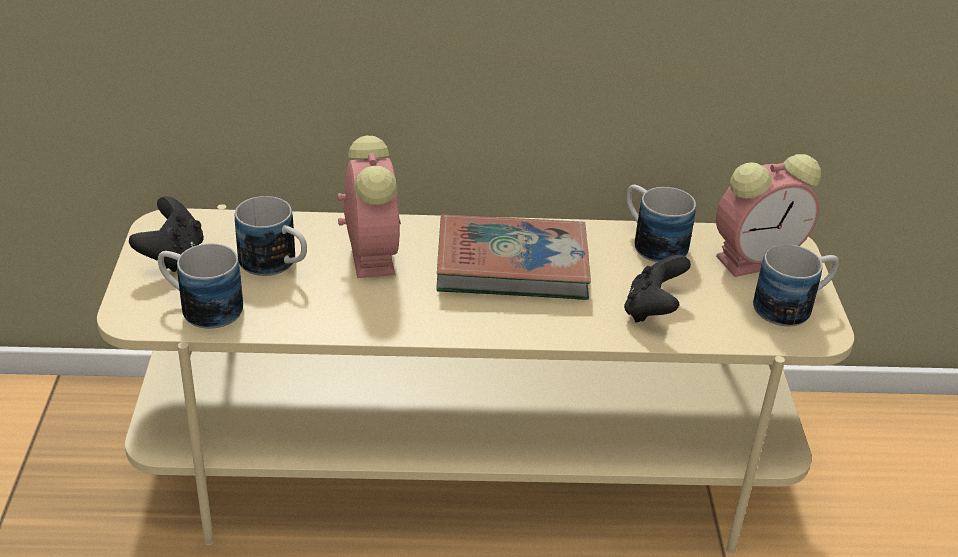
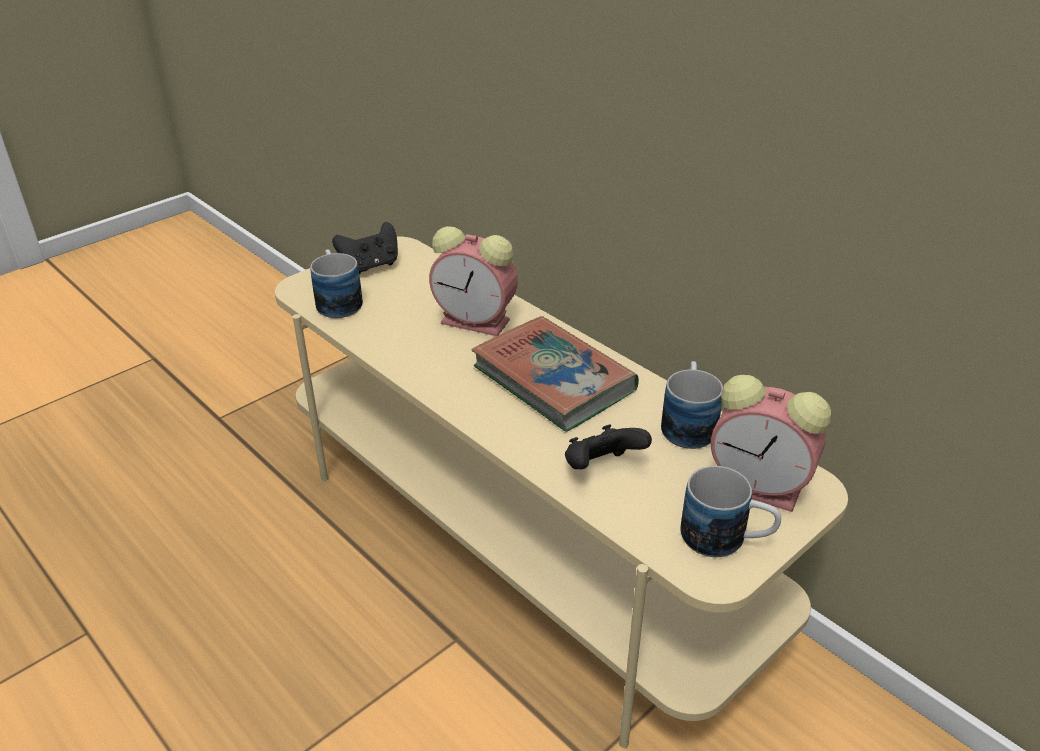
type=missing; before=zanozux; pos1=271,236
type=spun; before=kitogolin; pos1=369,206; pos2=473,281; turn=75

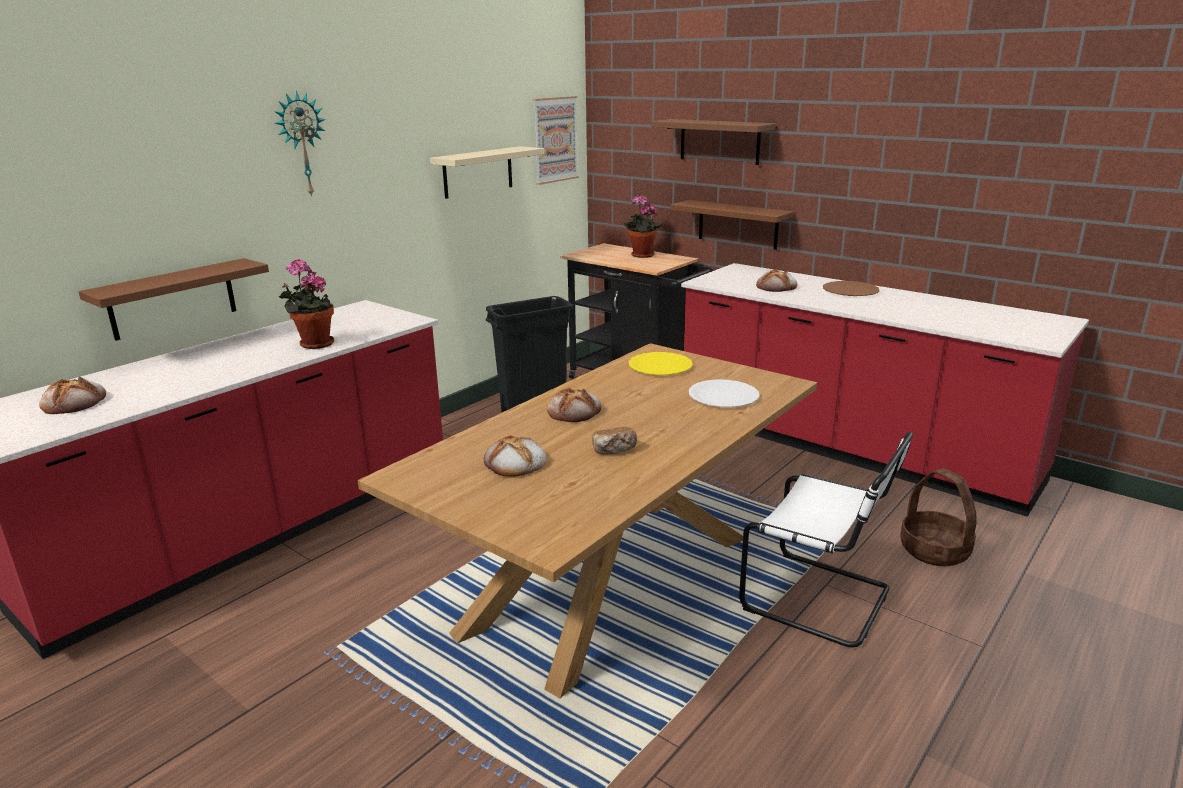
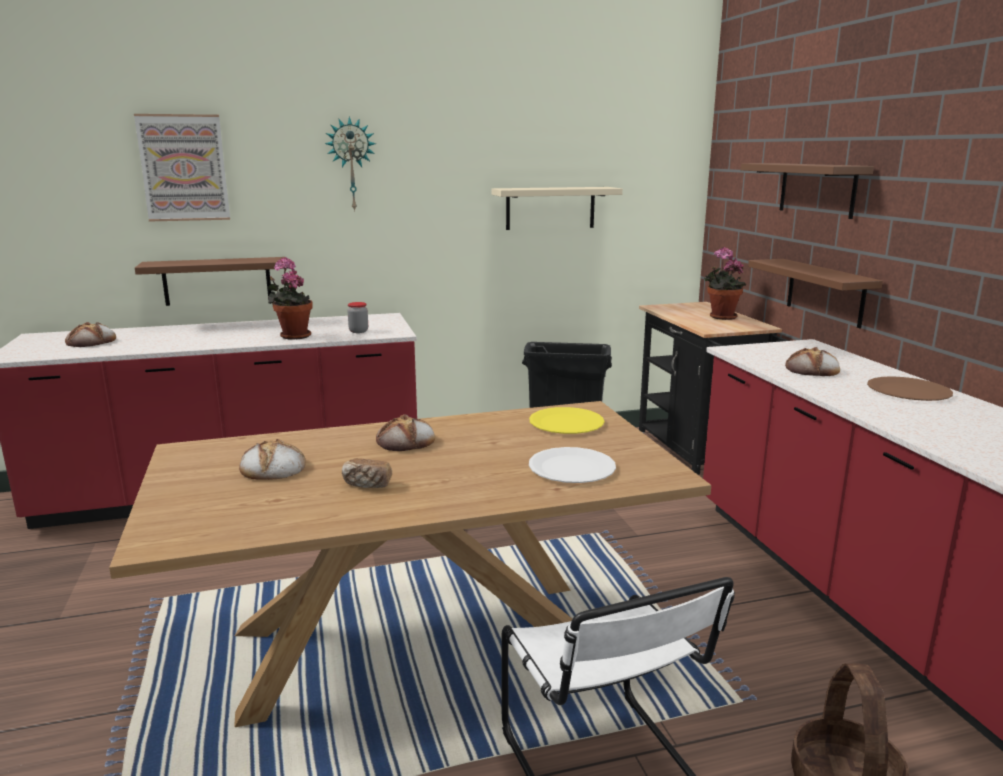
type=relocated; before=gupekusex; pos1=556,140; pos2=182,168
type=appeared; after=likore; pos2=357,317

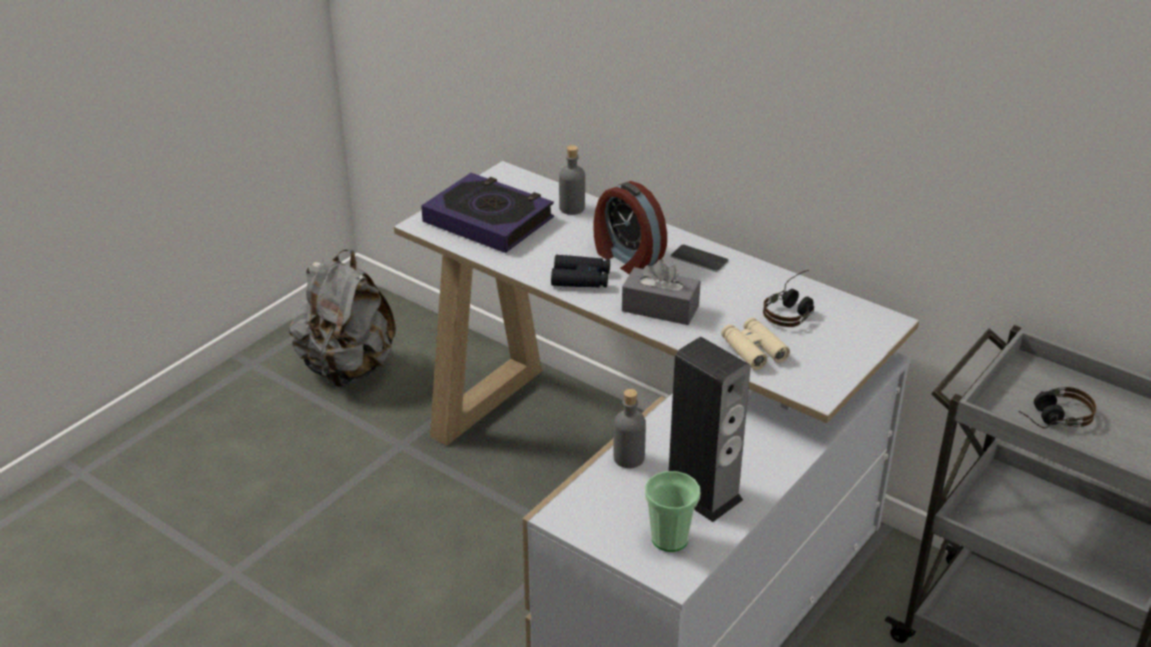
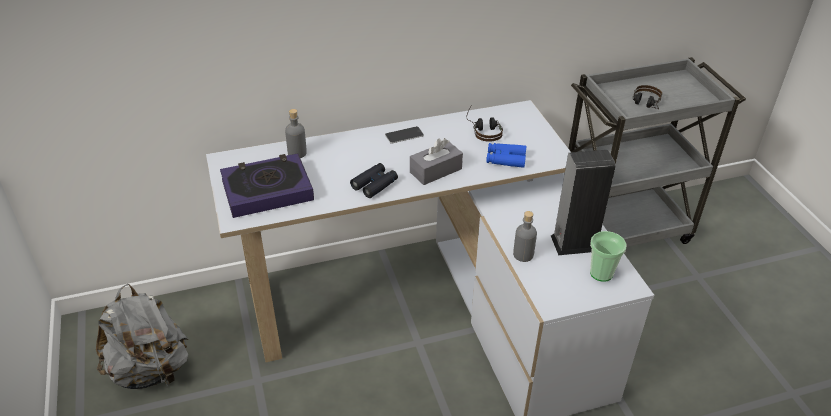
type=missing; before=kitogolin; pos1=630,227
type=colour; before=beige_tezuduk; after=blue_tezuduk; pos1=755,343; pos2=506,155

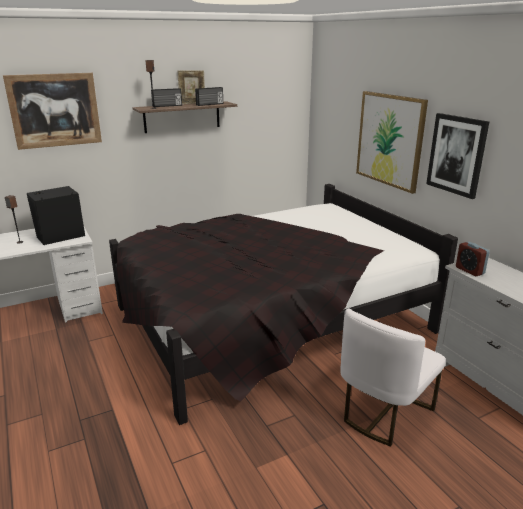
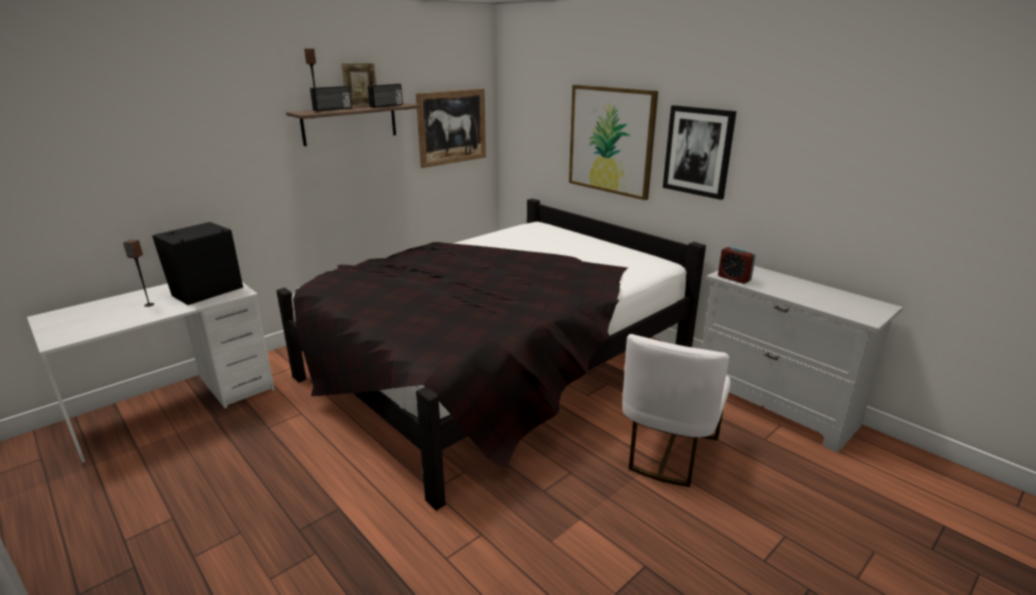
type=relocated; before=gupekusex; pos1=52,111; pos2=451,128

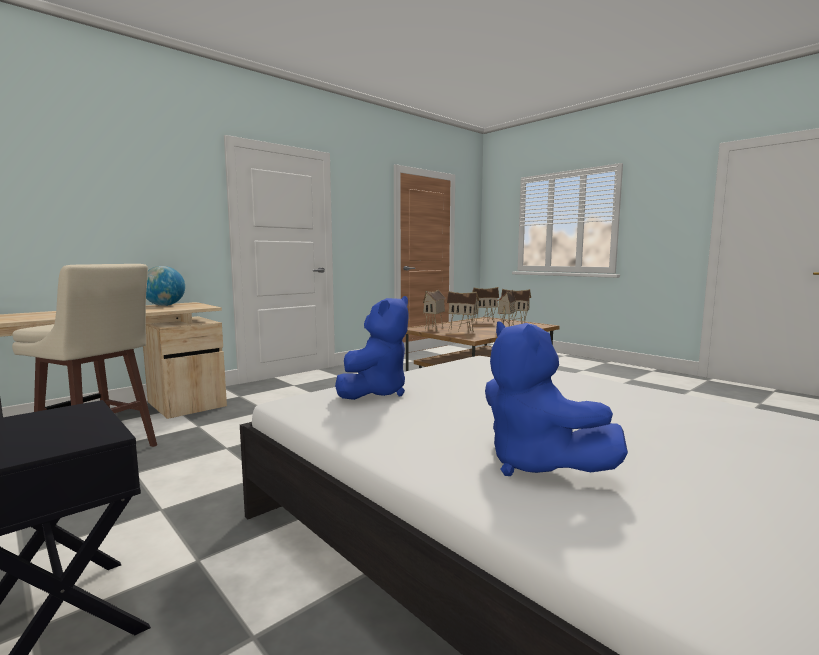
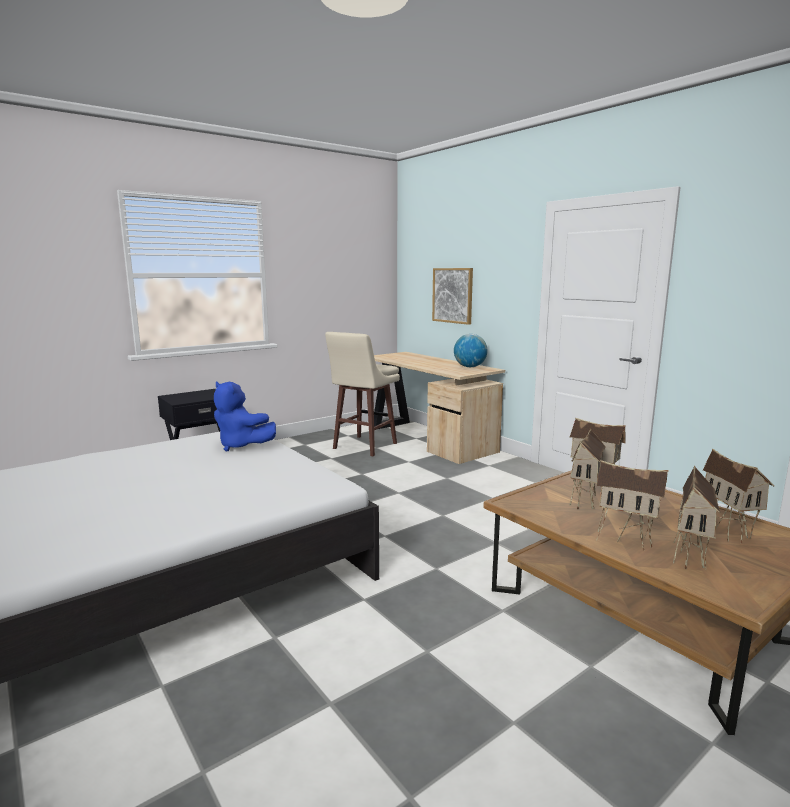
type=missing; before=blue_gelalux; pos1=556,398
type=appeared; after=gupekusex; pos2=452,296

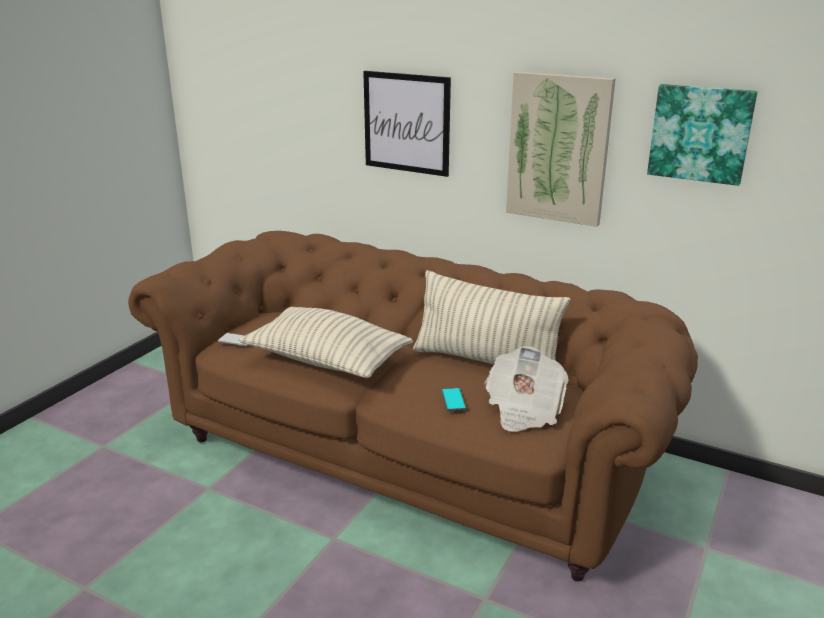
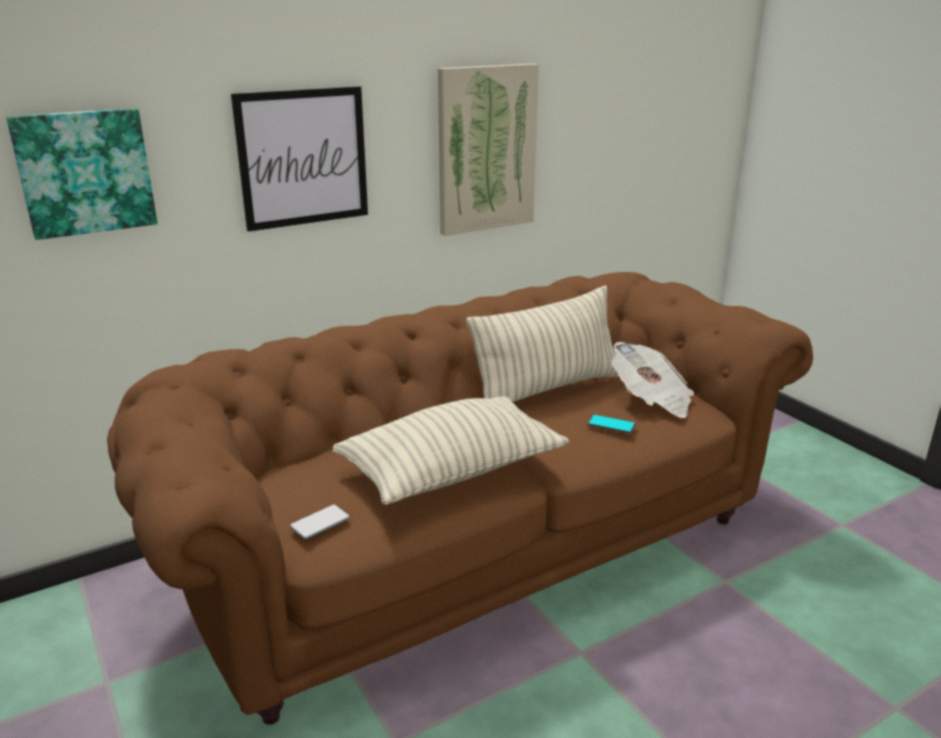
type=relocated; before=gupekusex; pos1=702,135; pos2=81,174

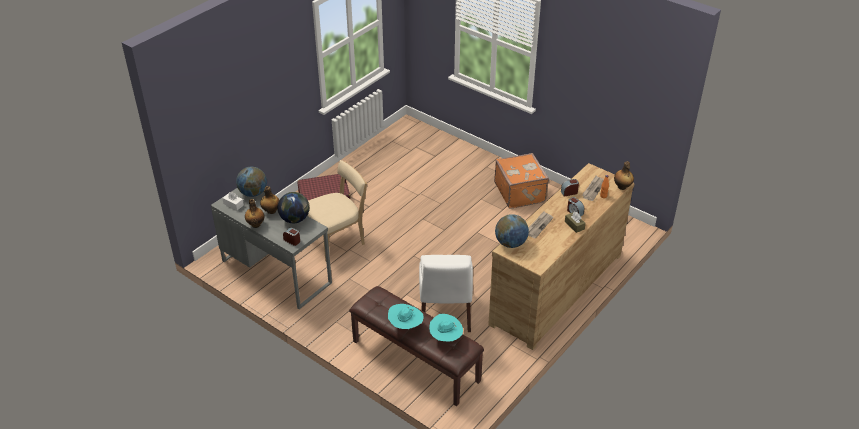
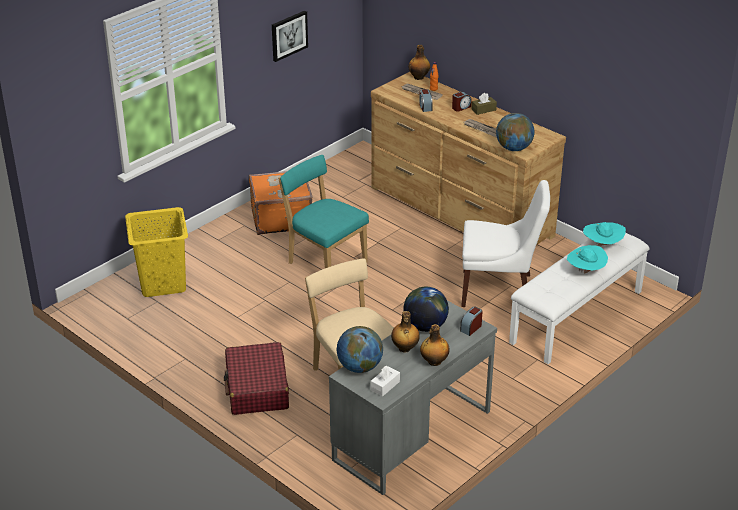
type=colour; before=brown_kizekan; after=white_kizekan; pos1=416,346; pos2=579,298
type=appeared; after=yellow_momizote; pos2=156,252
type=appeared; after=gupekusex; pos2=290,36
type=appeared; after=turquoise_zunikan; pos2=323,211

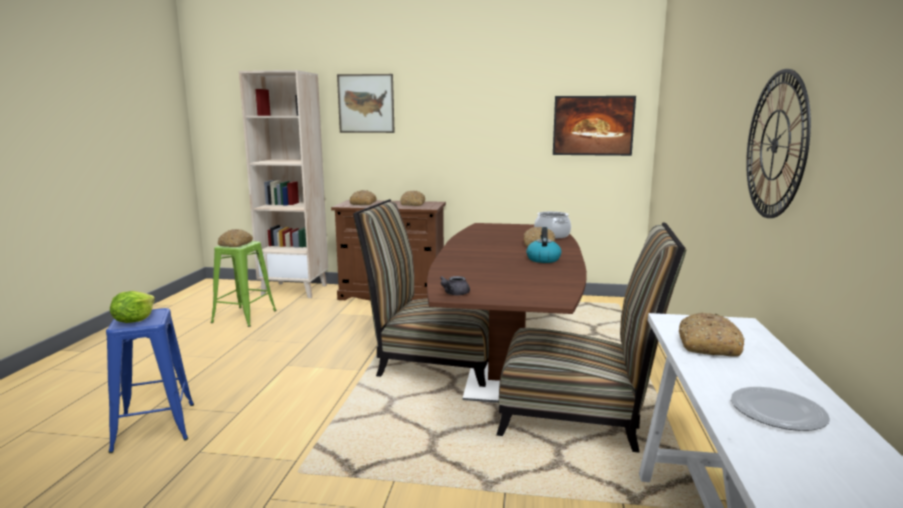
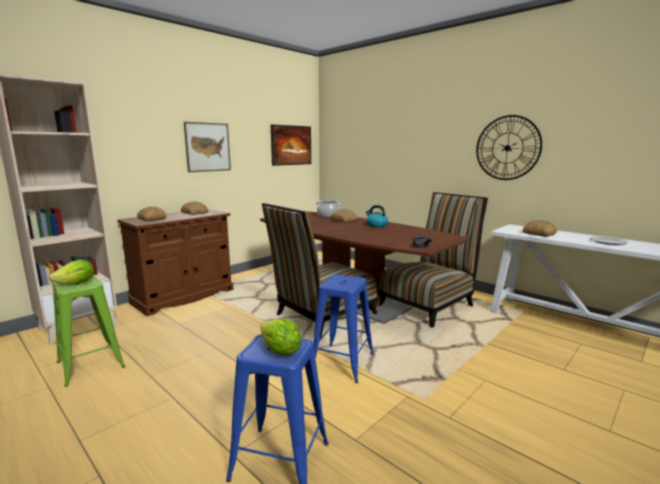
type=exchanged; before=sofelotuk; after=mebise; pos1=235,238; pos2=71,272
type=relocated; before=gupekusex; pos1=366,103; pos2=207,147
type=appeared; after=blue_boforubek; pos2=343,328

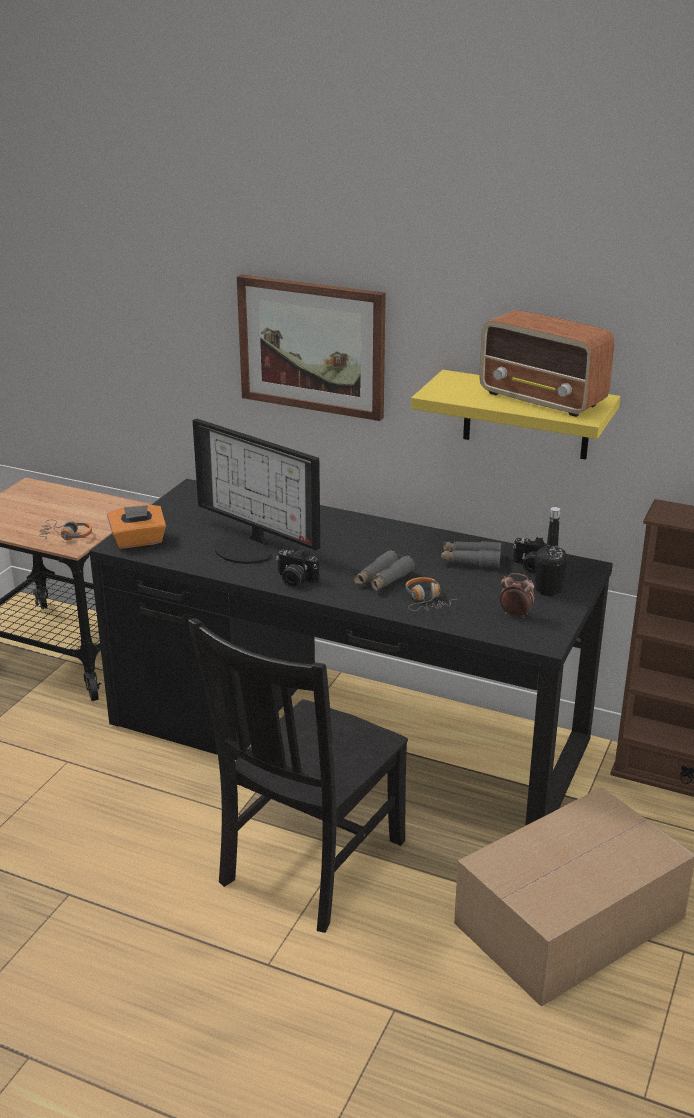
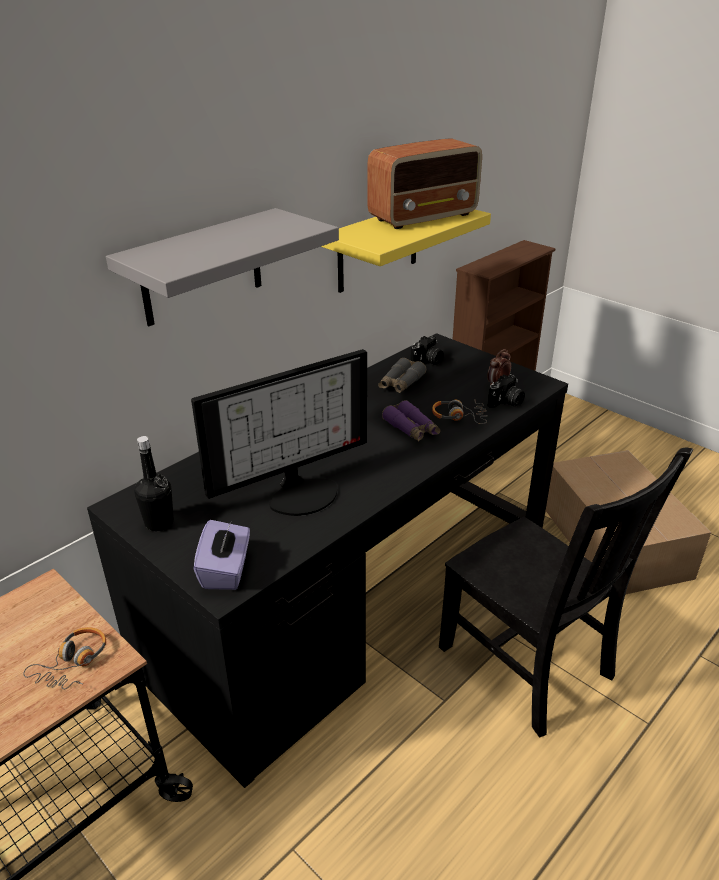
type=colour; before=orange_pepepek; after=purple_pepepek; pos1=136,527; pos2=222,555
type=exchanged; before=gupekusex; after=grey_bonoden; pos1=311,347; pos2=222,267
type=relocated; before=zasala; pos1=297,568; pos2=506,391
type=colour; before=grey_tezuduk; after=purple_tezuduk; pos1=384,570; pos2=411,421
type=relocated; before=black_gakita; pos1=551,551; pos2=154,483

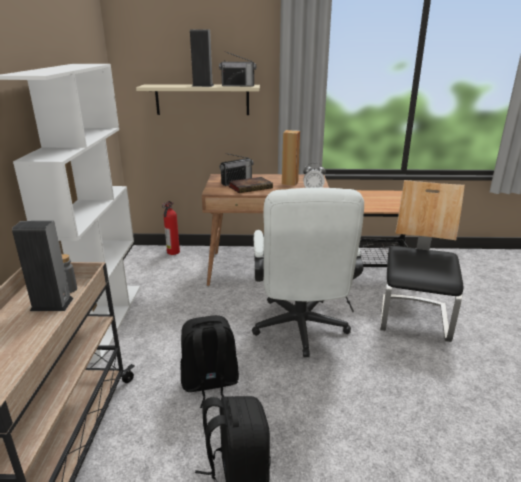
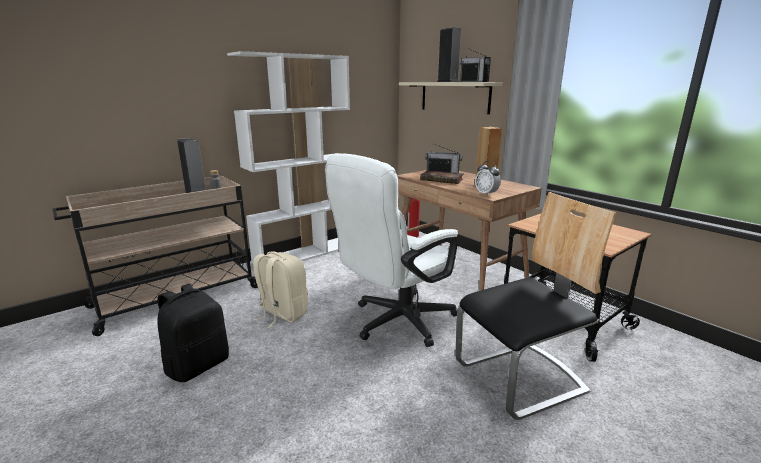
type=colour; before=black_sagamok; after=beige_sagamok; pos1=210,361; pos2=280,289

